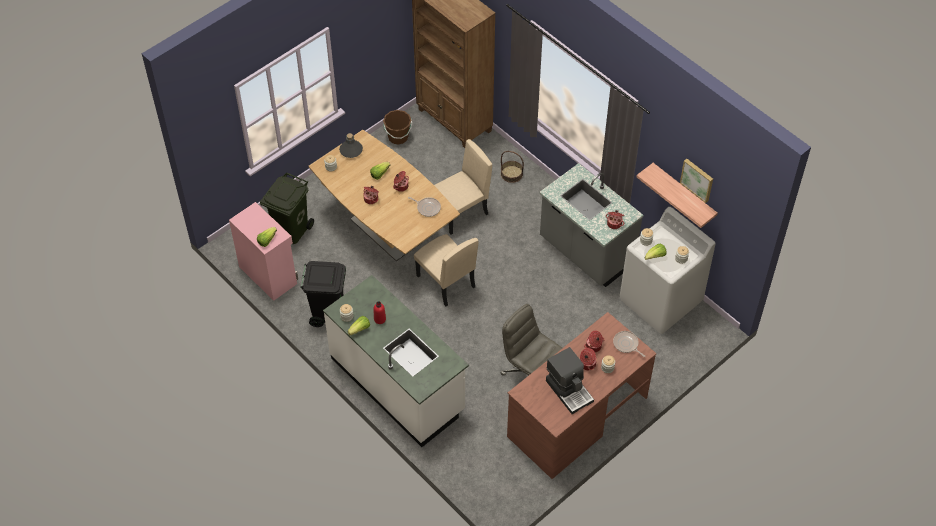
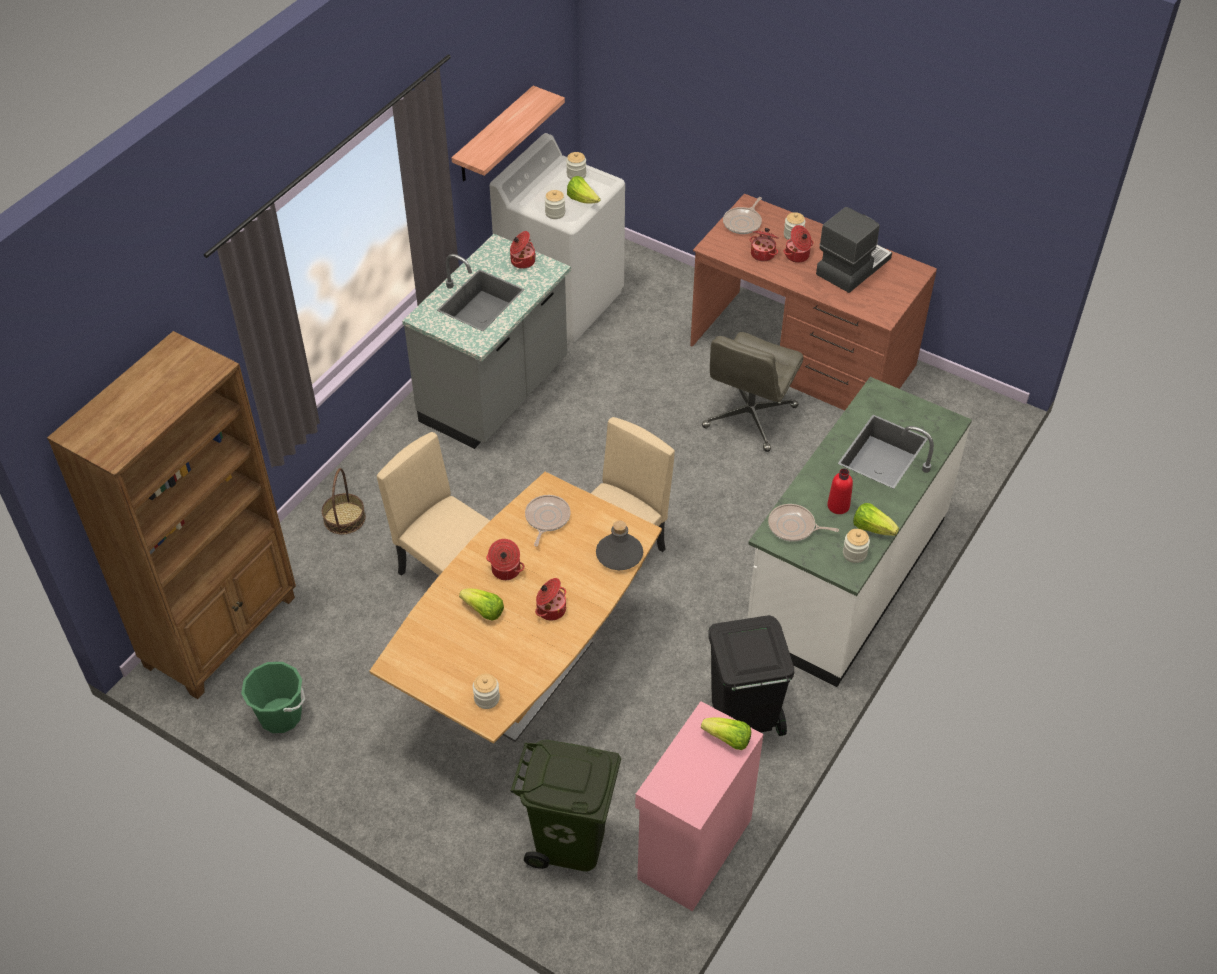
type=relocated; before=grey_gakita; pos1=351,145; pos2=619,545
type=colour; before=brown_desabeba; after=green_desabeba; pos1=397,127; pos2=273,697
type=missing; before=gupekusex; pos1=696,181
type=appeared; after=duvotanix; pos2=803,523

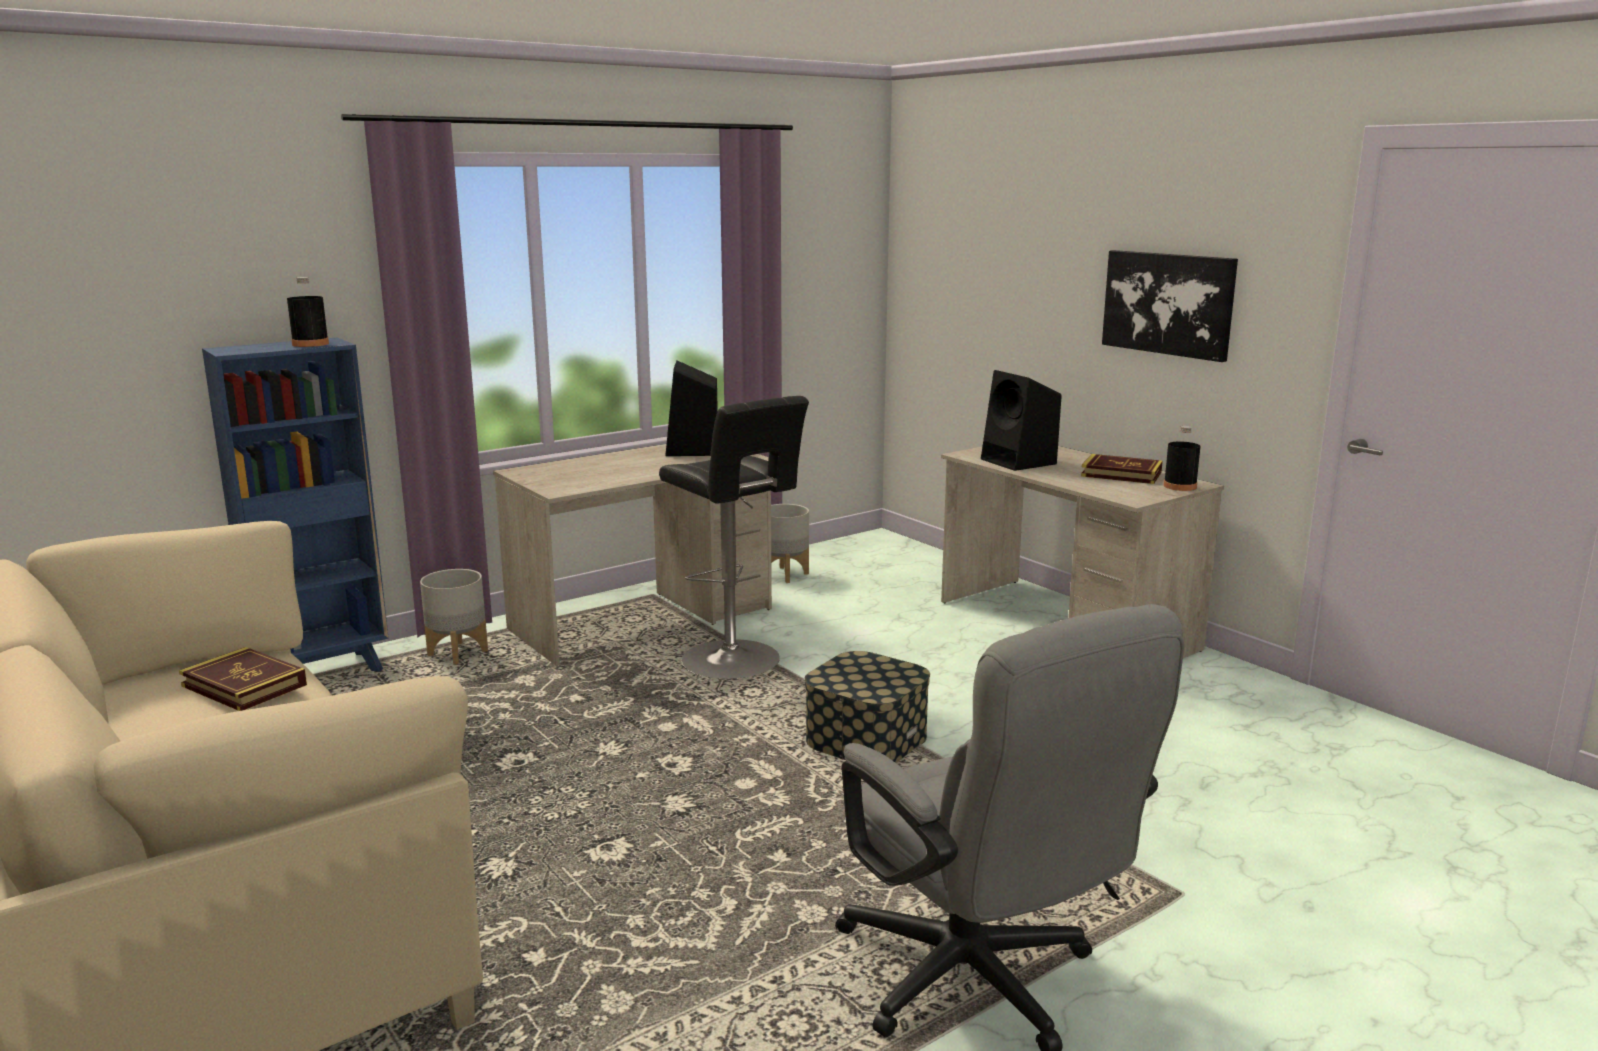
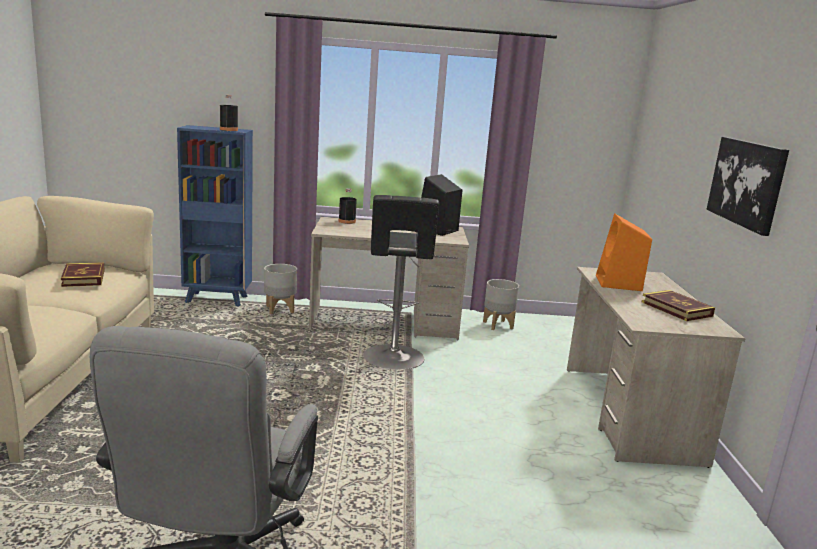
type=missing; before=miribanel; pos1=867,707
type=colour; before=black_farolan; after=orange_farolan; pos1=1021,420; pos2=624,252
type=relocated; before=black_gakita; pos1=1182,458; pos2=348,206

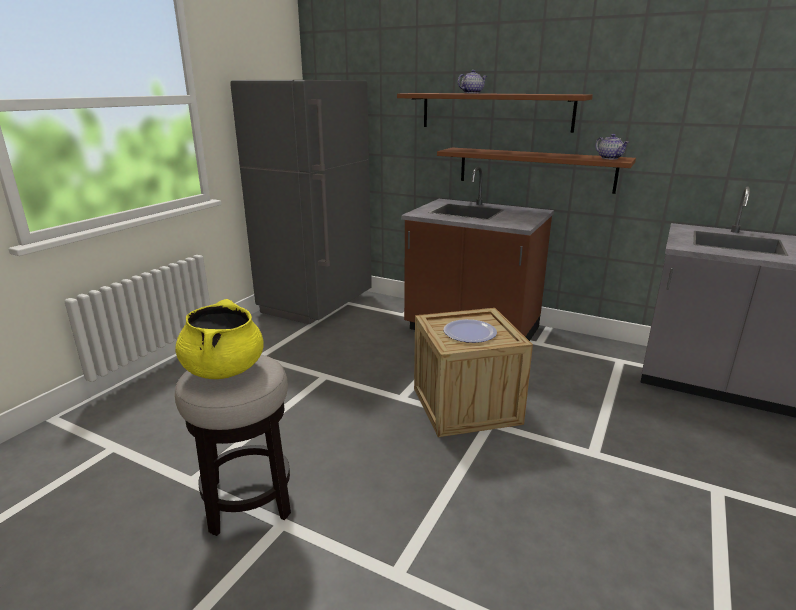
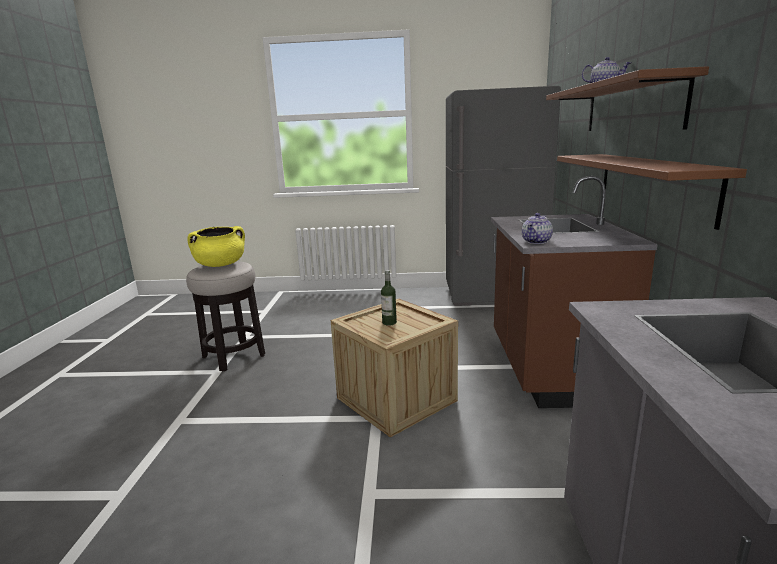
type=exchanged; before=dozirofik; after=gakita; pos1=470,331; pos2=389,298
type=relocated; before=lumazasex; pos1=612,146; pos2=537,228

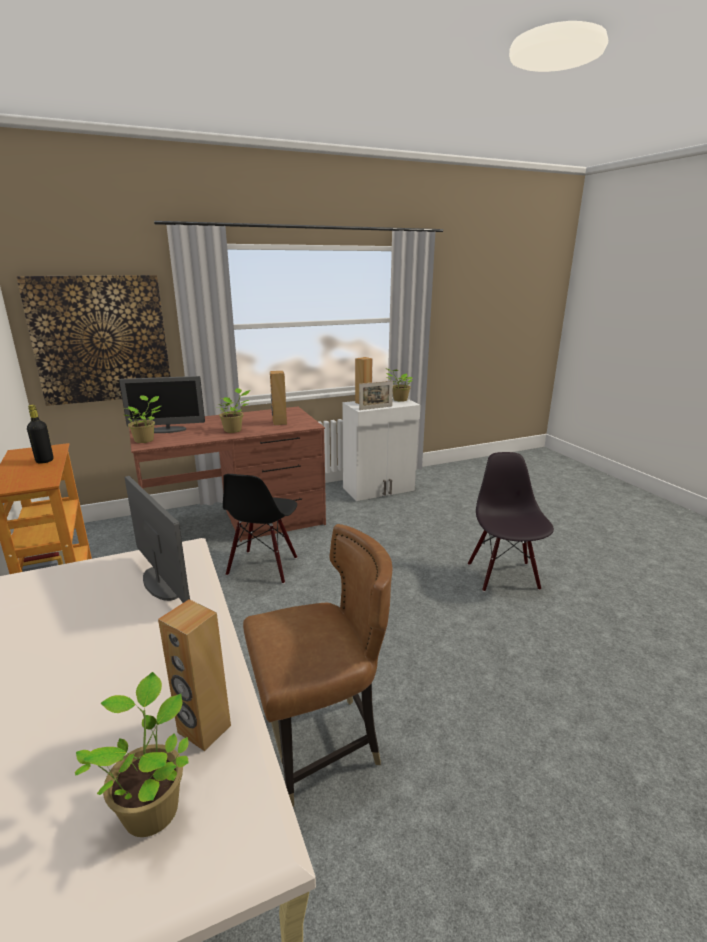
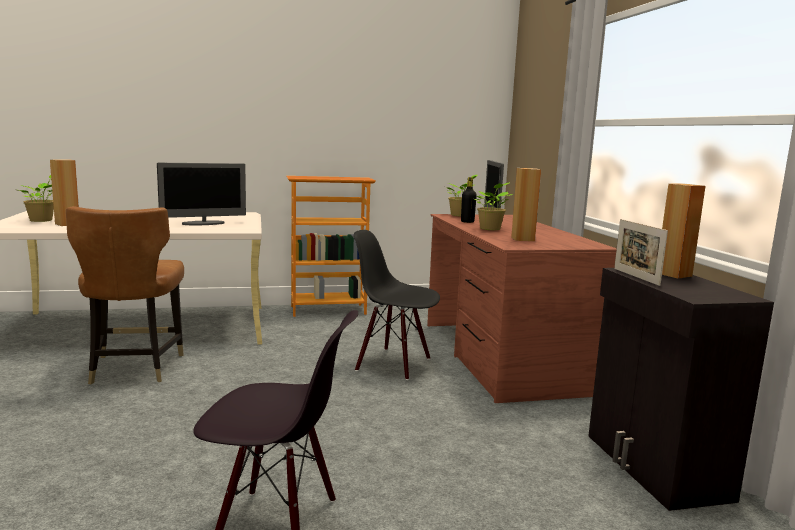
type=missing; before=gupekusex; pos1=93,340
type=relocated; before=black_gakita; pos1=40,434; pos2=469,200
type=colour; before=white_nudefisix; after=black_nudefisix; pos1=381,449; pos2=681,389
type=missing; before=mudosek; pos1=399,385

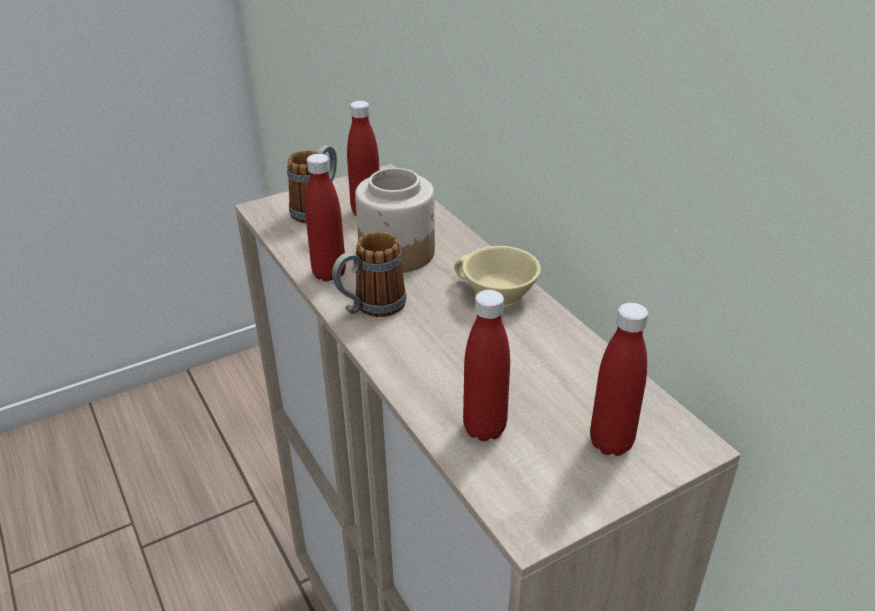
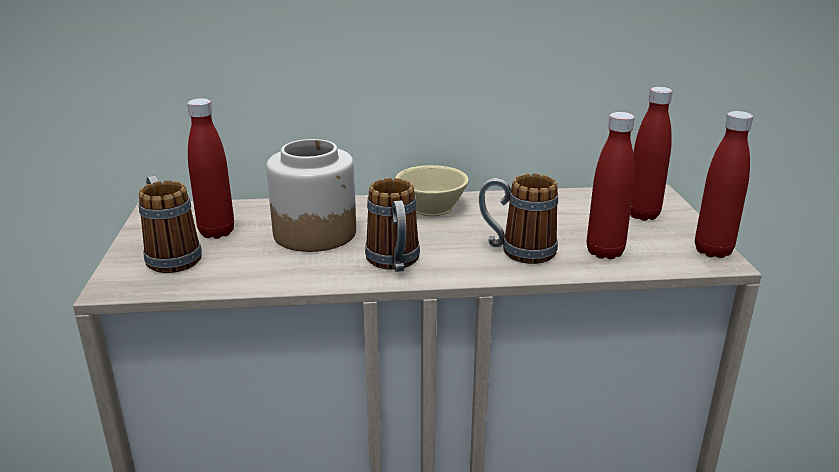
type=relocated; before=red_gakita; pos1=325,218; pos2=724,184
type=appeared; after=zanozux; pos2=518,219

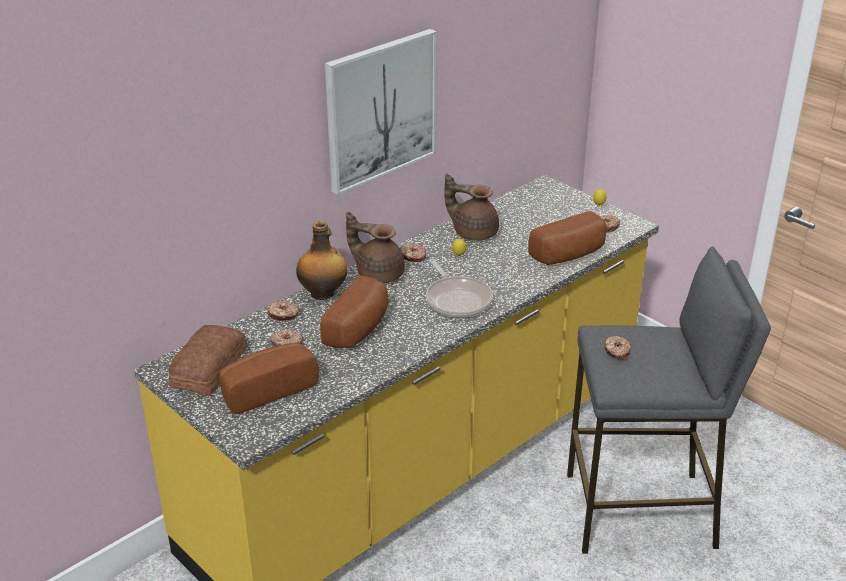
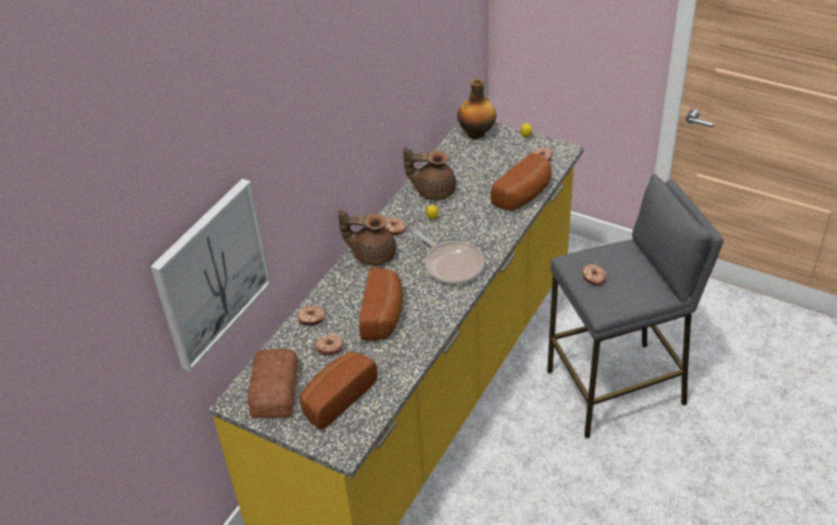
type=relocated; before=gakita; pos1=321,260; pos2=476,109
type=relocated; before=gupekusex; pos1=381,112; pos2=210,275

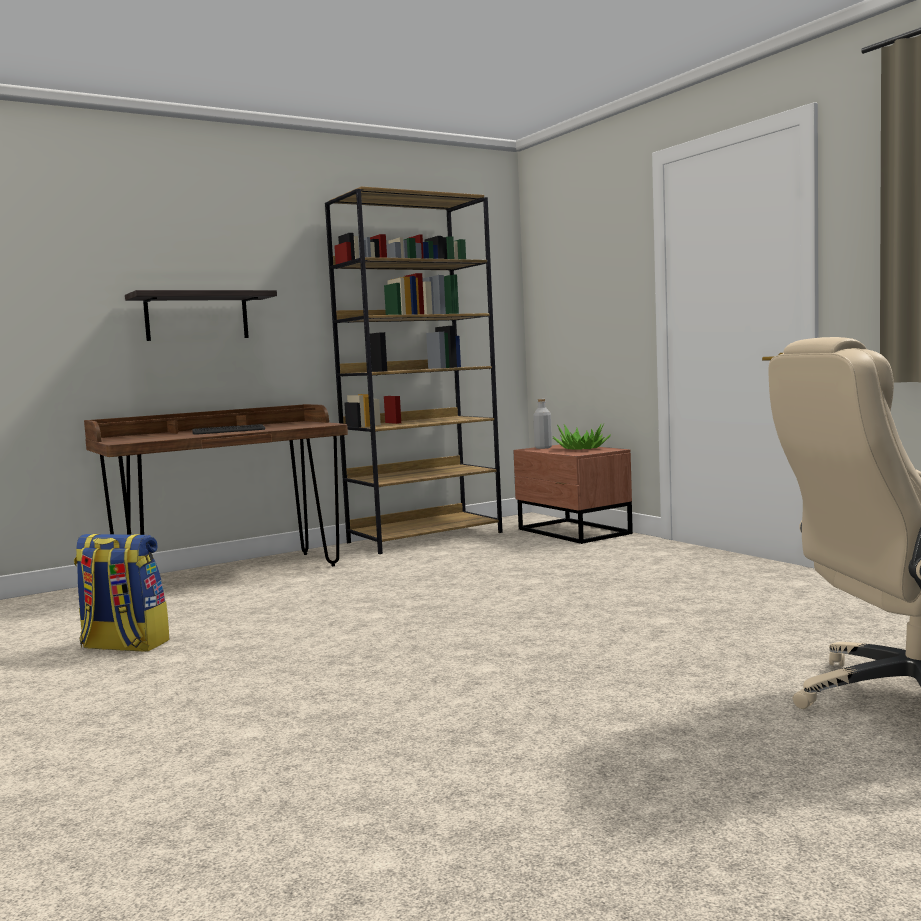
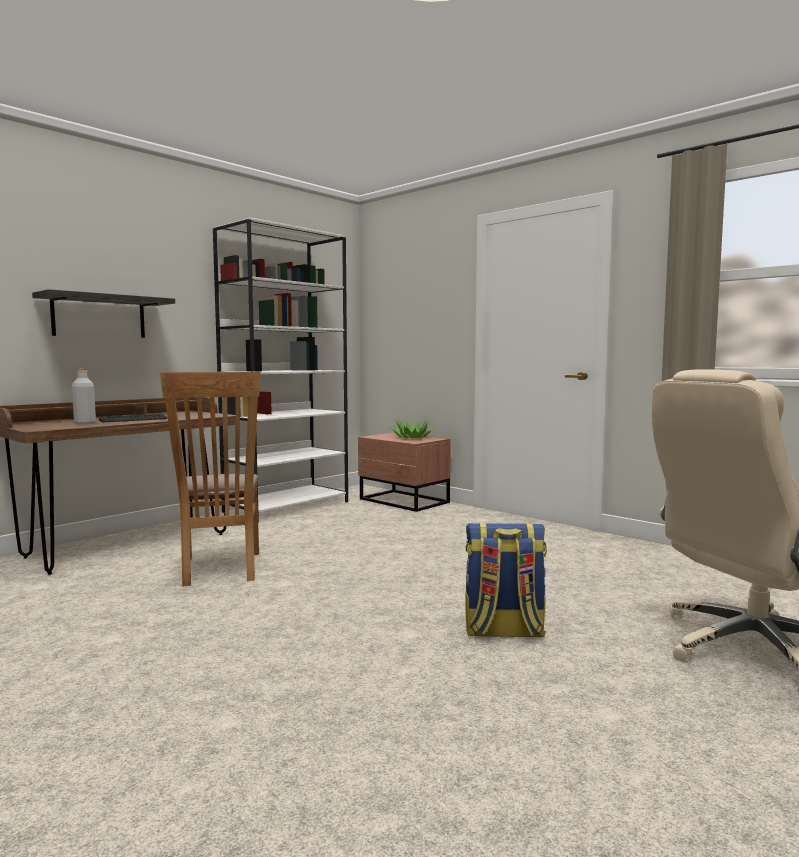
type=relocated; before=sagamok; pos1=121,593; pos2=506,580
type=colour; before=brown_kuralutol; after=white_kuralutol; pos1=414,370; pos2=280,370
type=relocated; before=grey_gakita; pos1=542,424; pos2=84,396
type=appeared; after=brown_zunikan; pos2=210,479

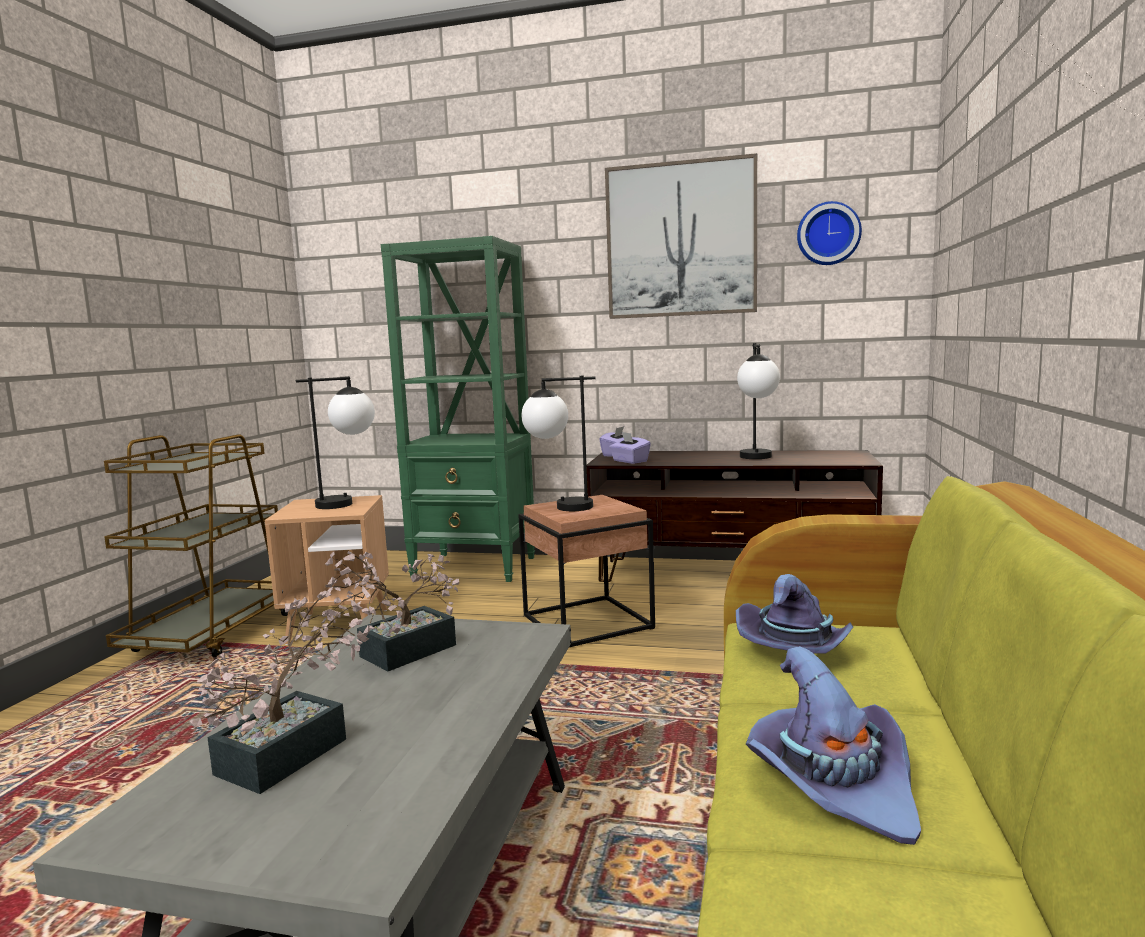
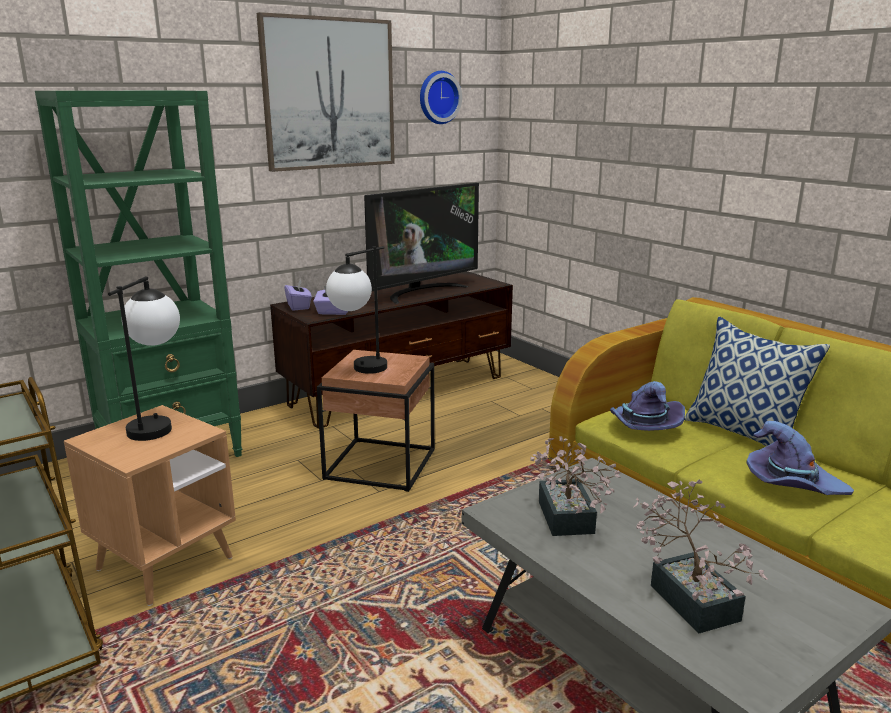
type=exchanged; before=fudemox; after=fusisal; pos1=758,401; pos2=421,243
type=appeared; after=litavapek; pos2=757,381

